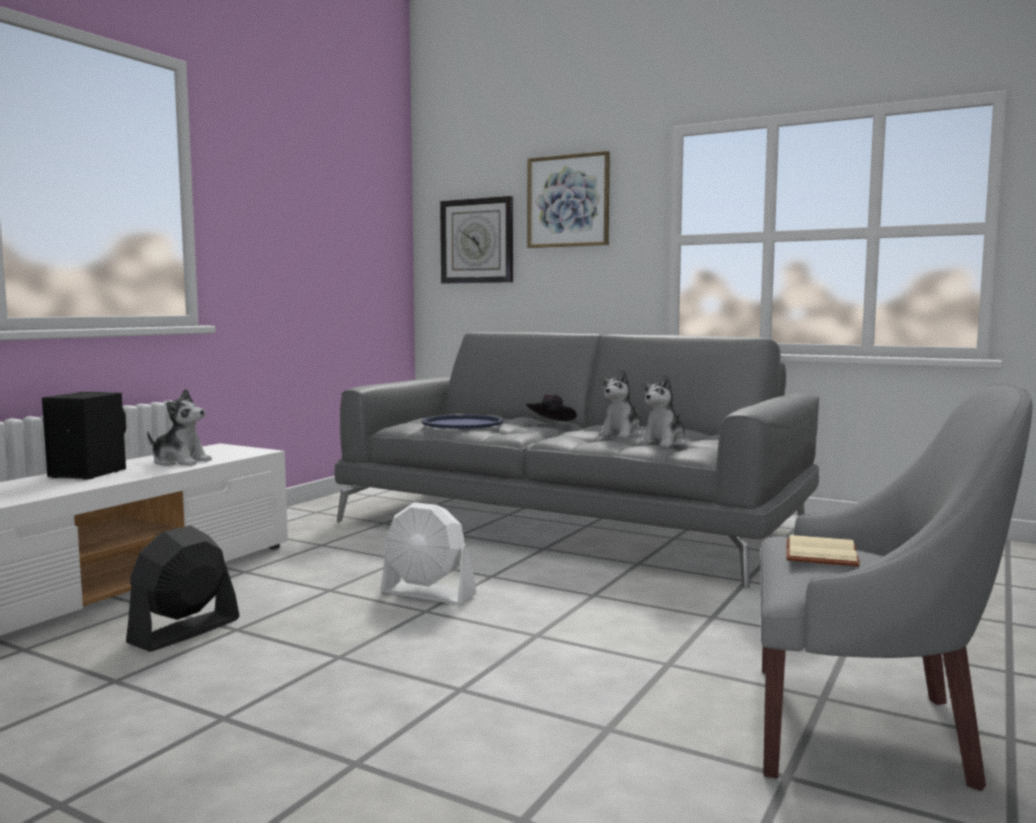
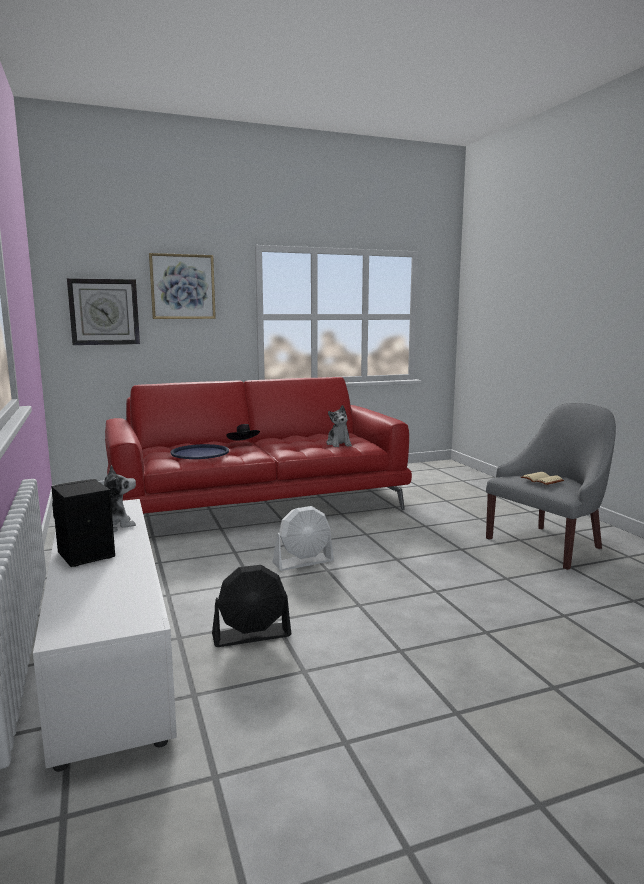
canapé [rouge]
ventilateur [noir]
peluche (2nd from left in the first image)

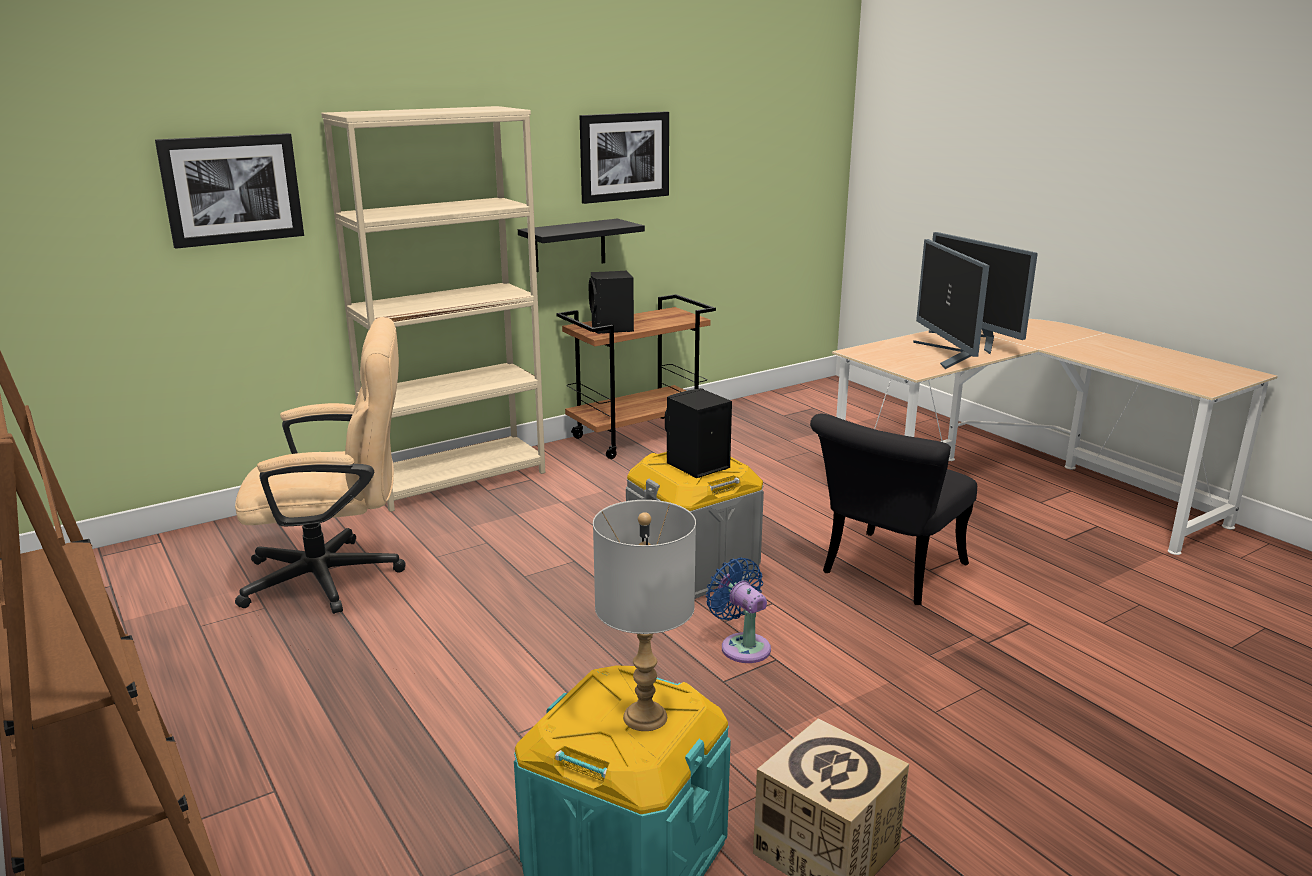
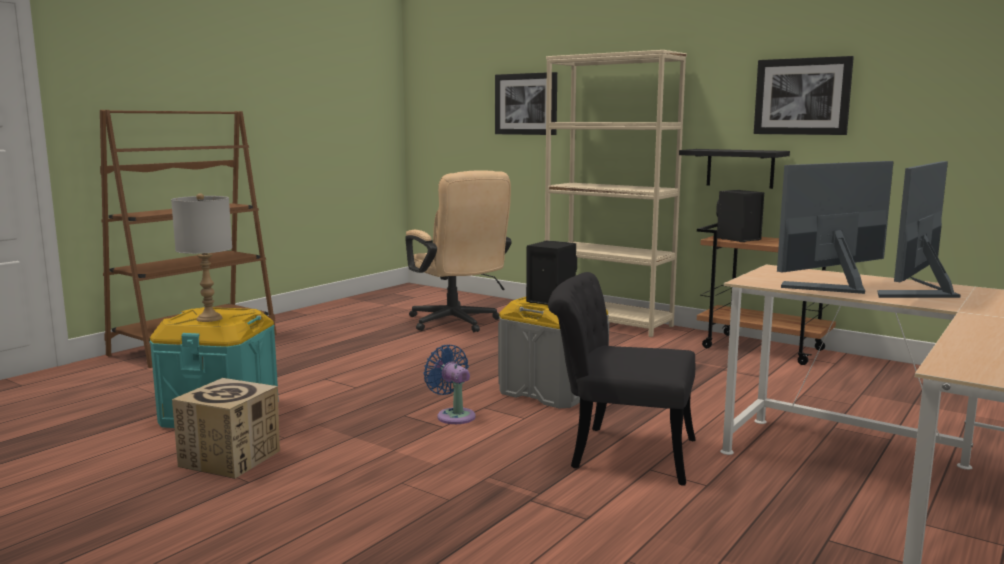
ventilateur [bleu]

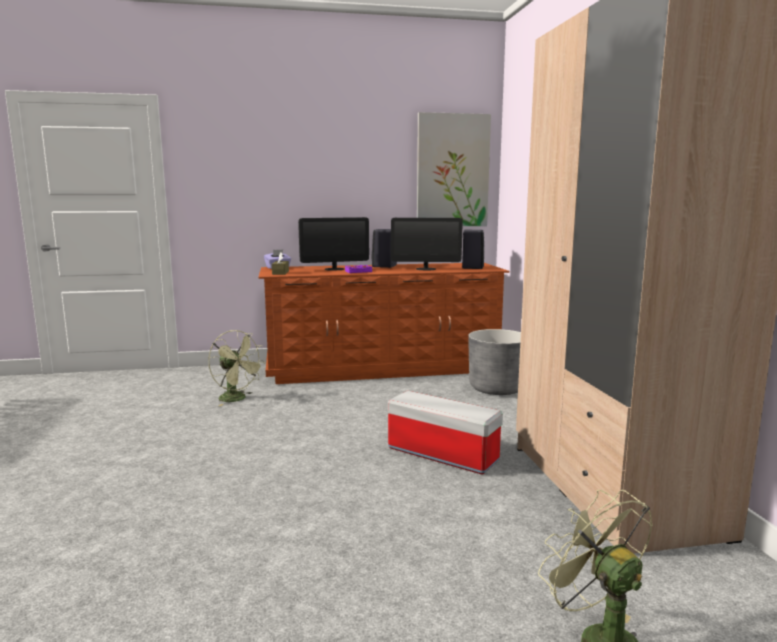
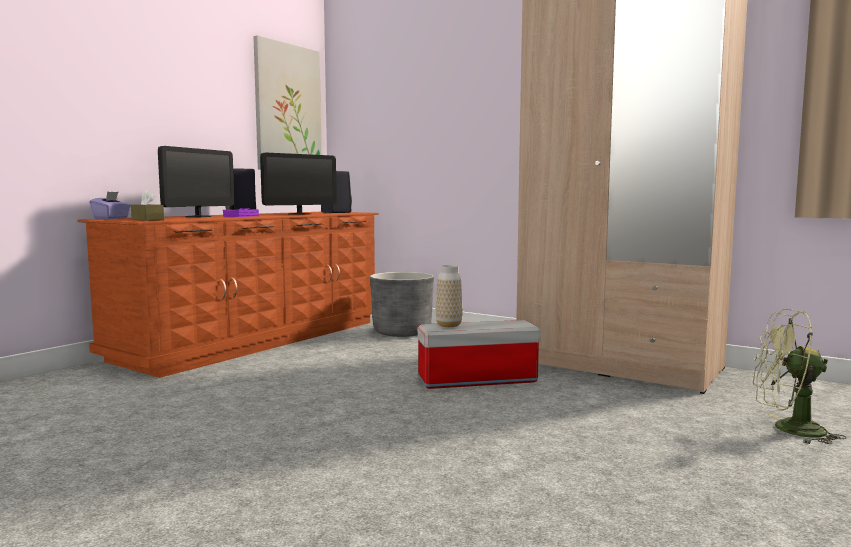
vase
ventilateur [vert] (1st from left in the first image)

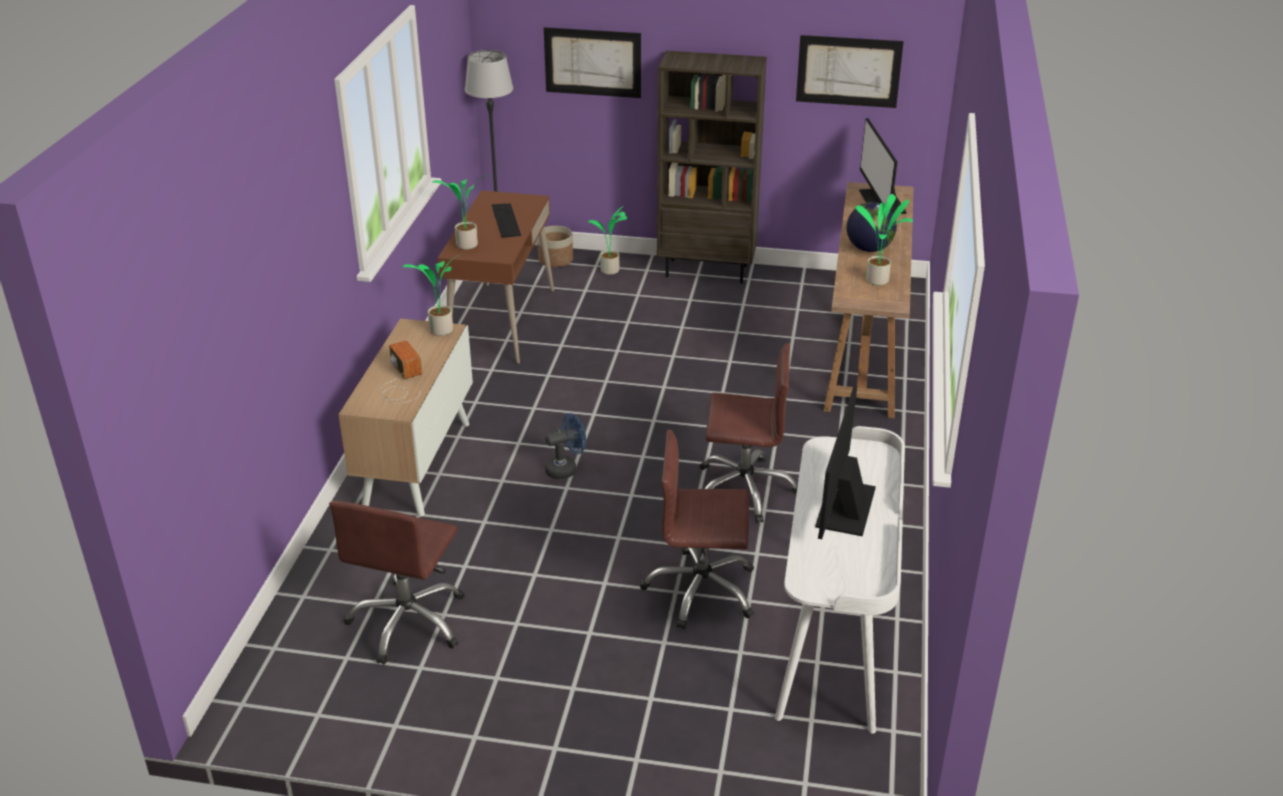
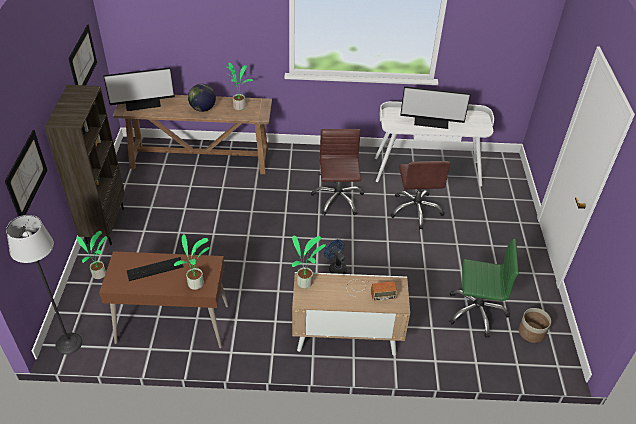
radio
chaise de bureau [vert]
cache-pot

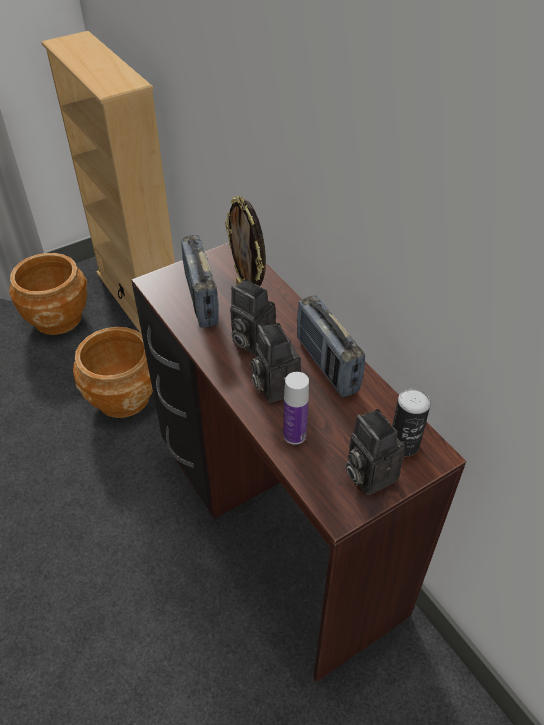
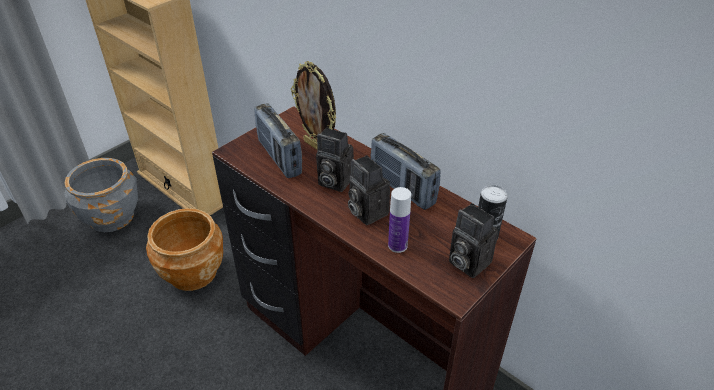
cache-pot [gris]

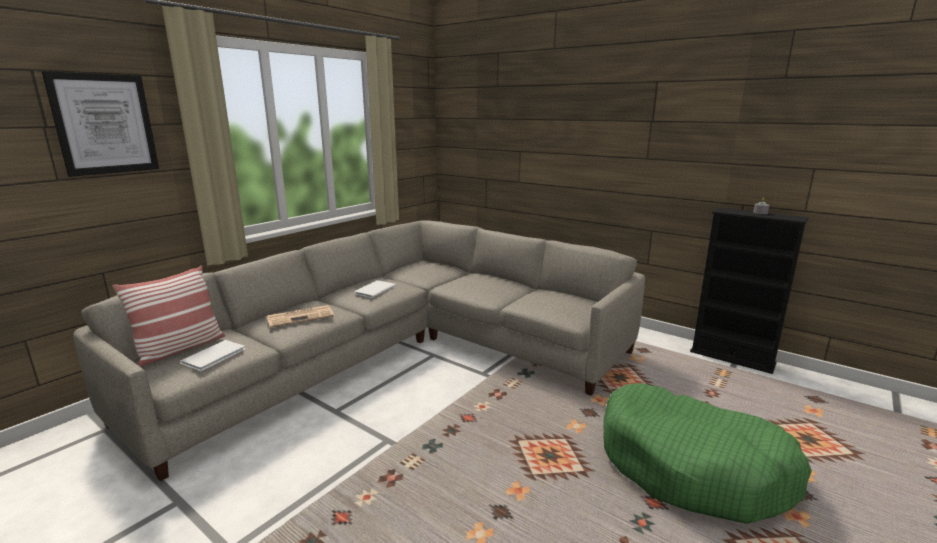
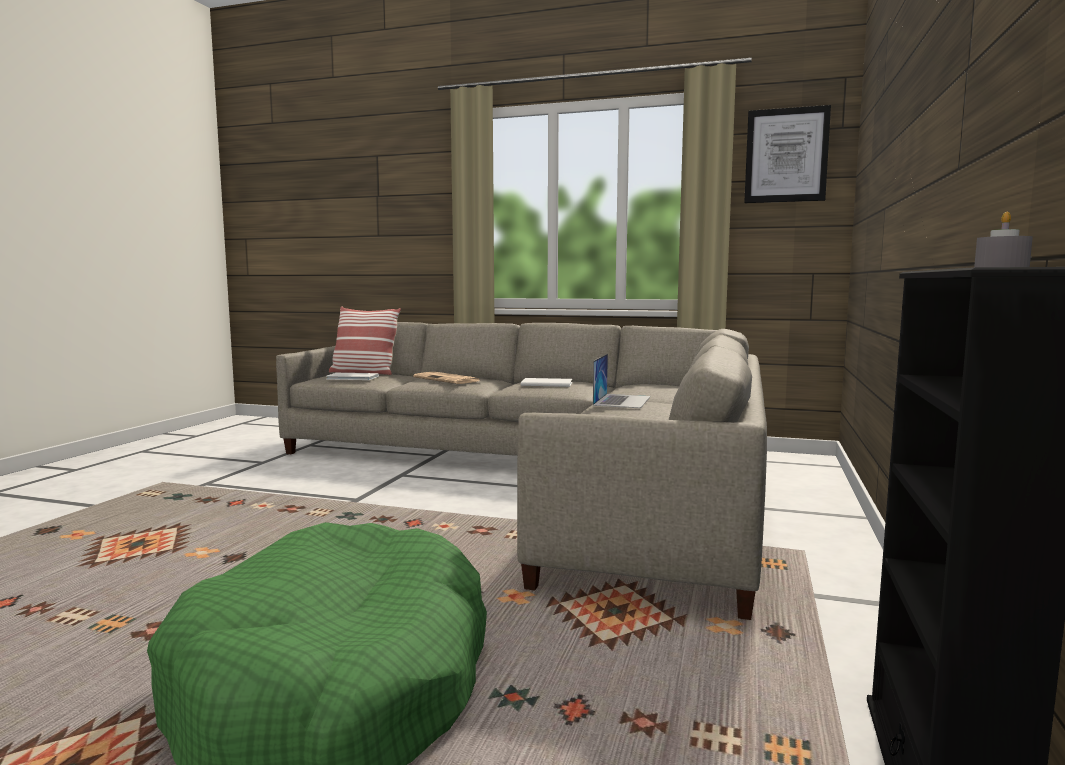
ordinateur portable
tableau

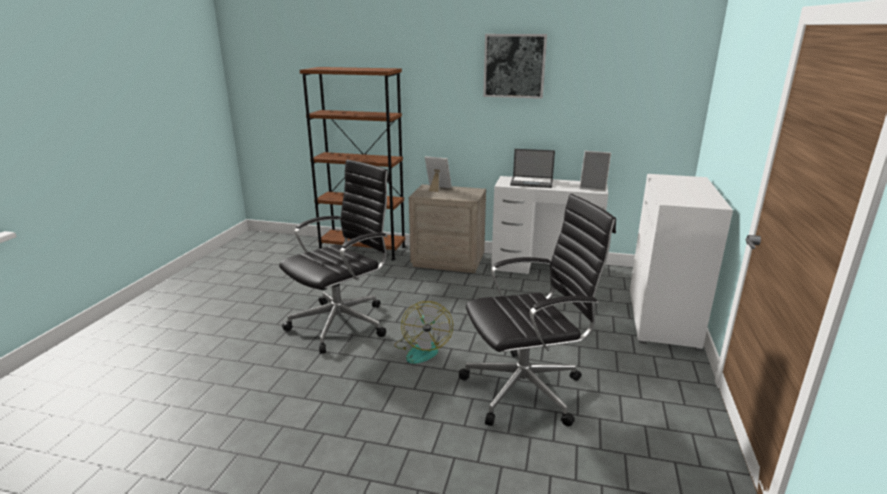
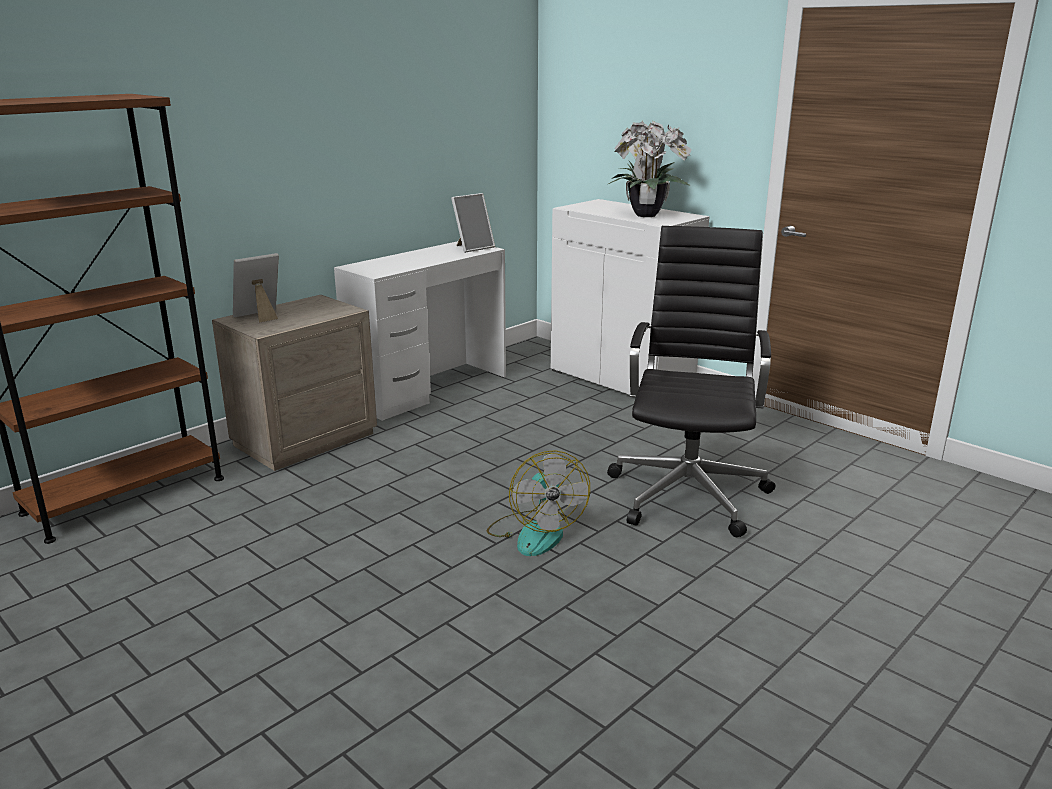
ventilateur
plante en pot
chaise de bureau [noir] (1st from left in the first image)
tableau
ordinateur portable

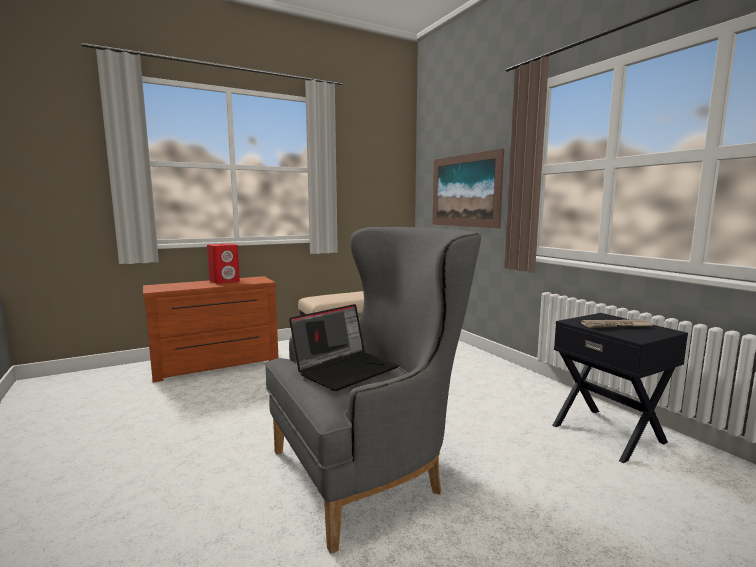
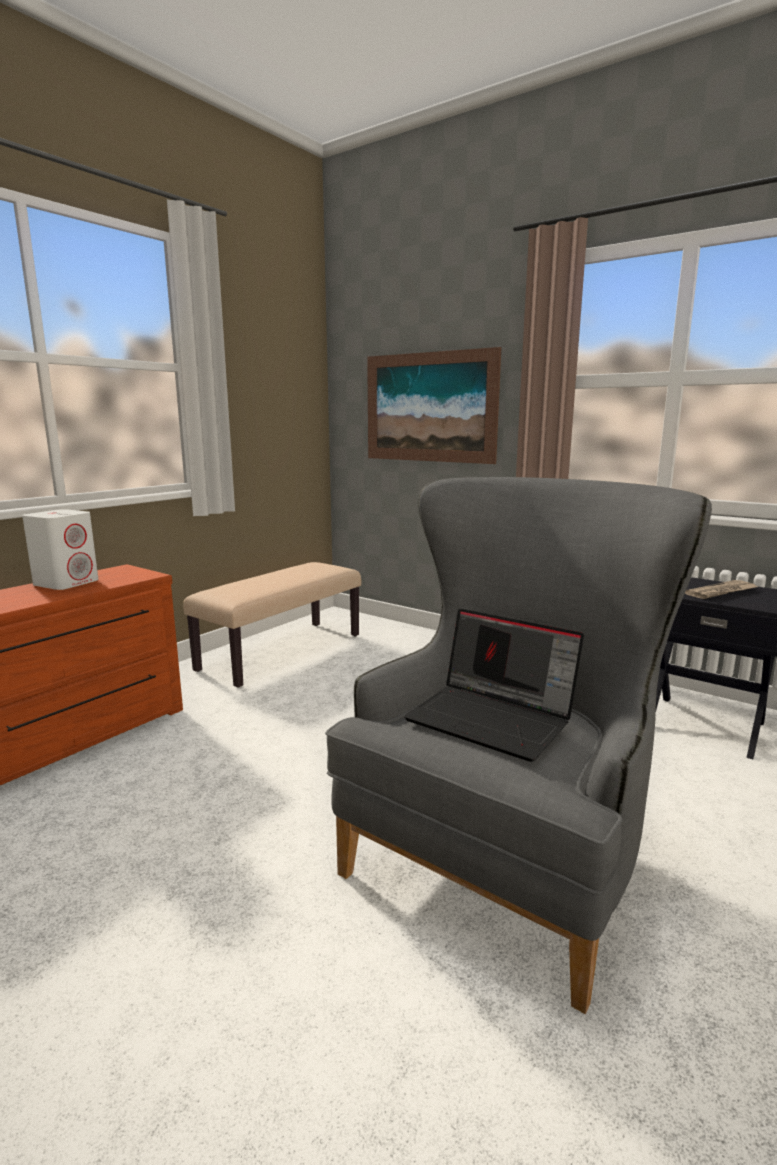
enceinte [blanc]
ordinateur portable

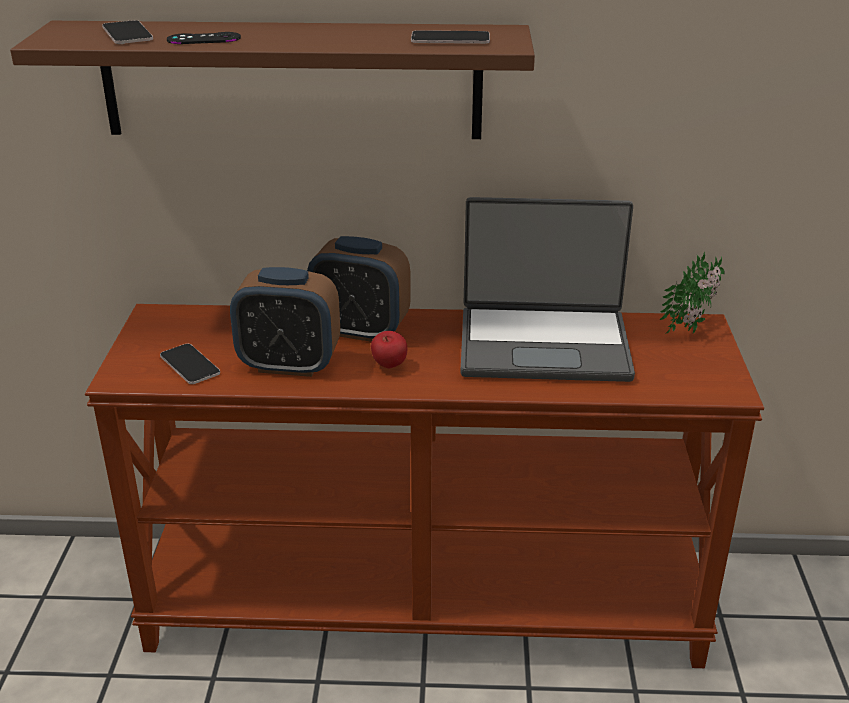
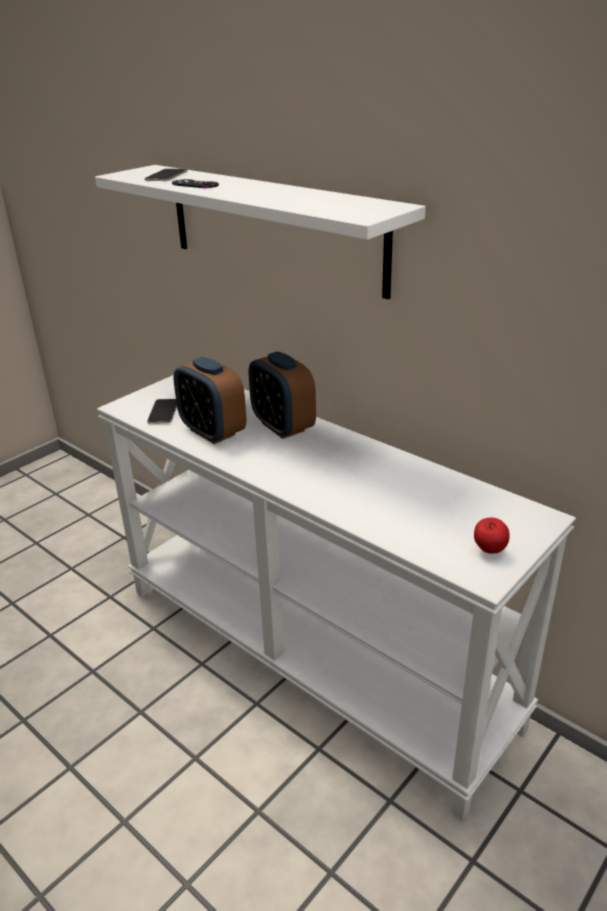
étagère [blanc]
table console [blanc]
pomme
téléphone (3rd from left in the first image)
ordinateur portable
plante en pot

